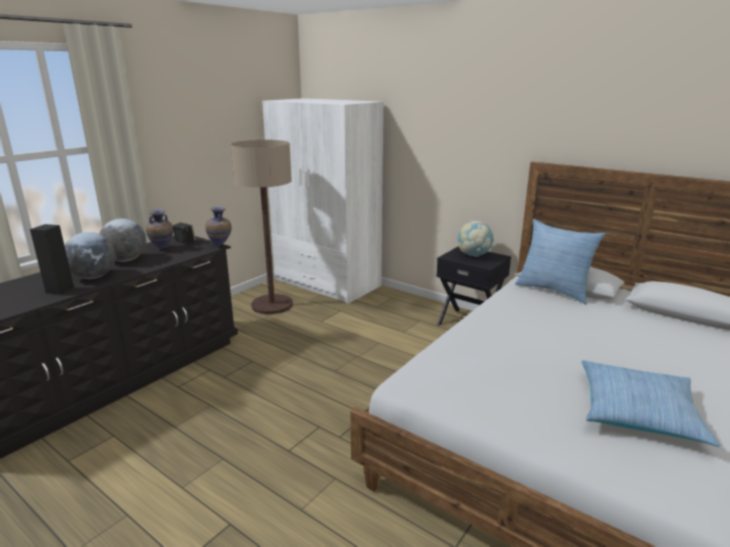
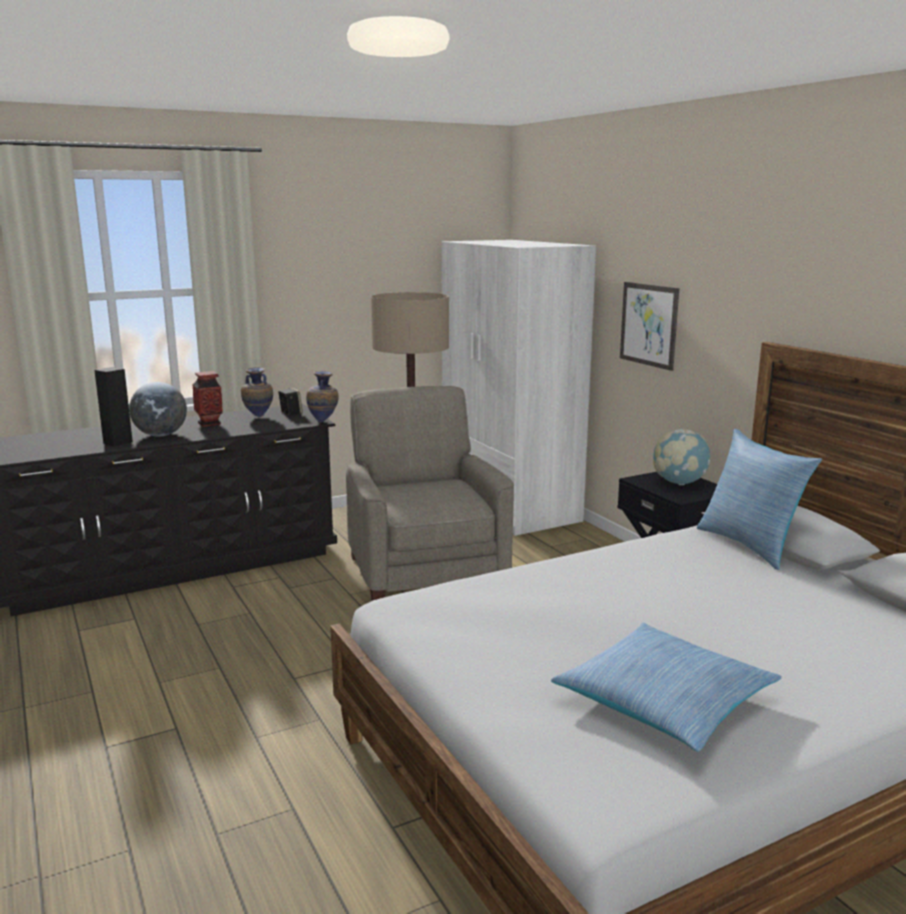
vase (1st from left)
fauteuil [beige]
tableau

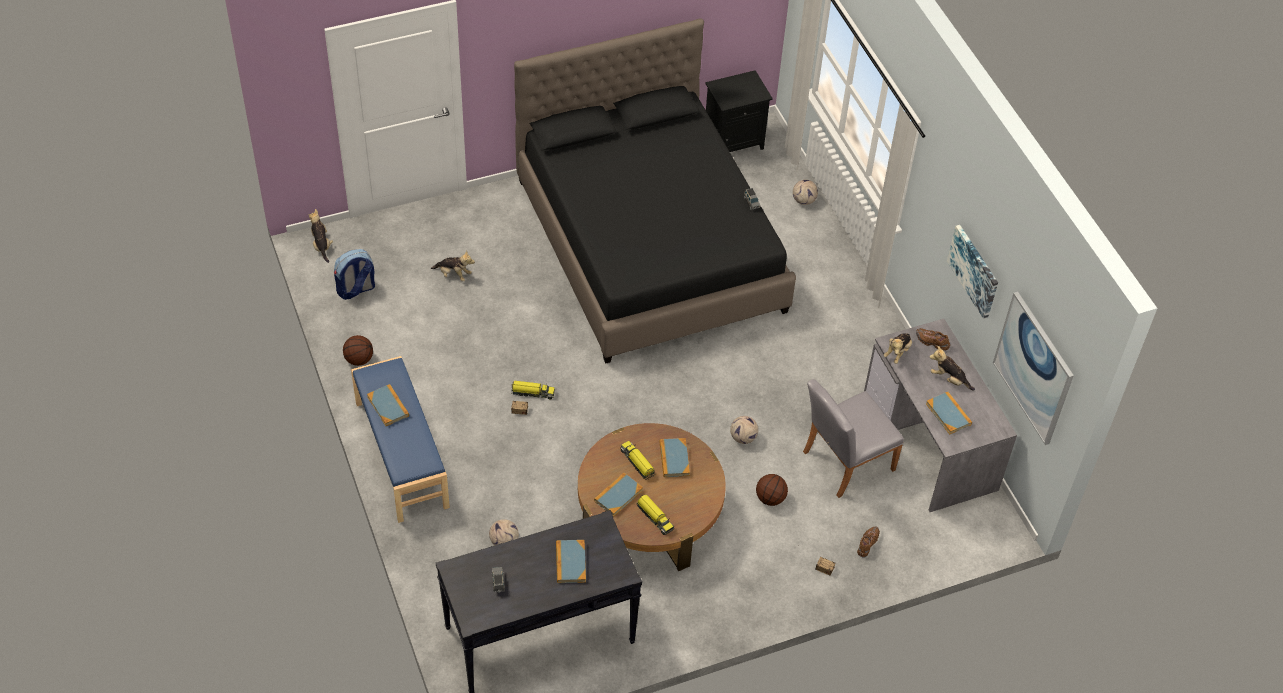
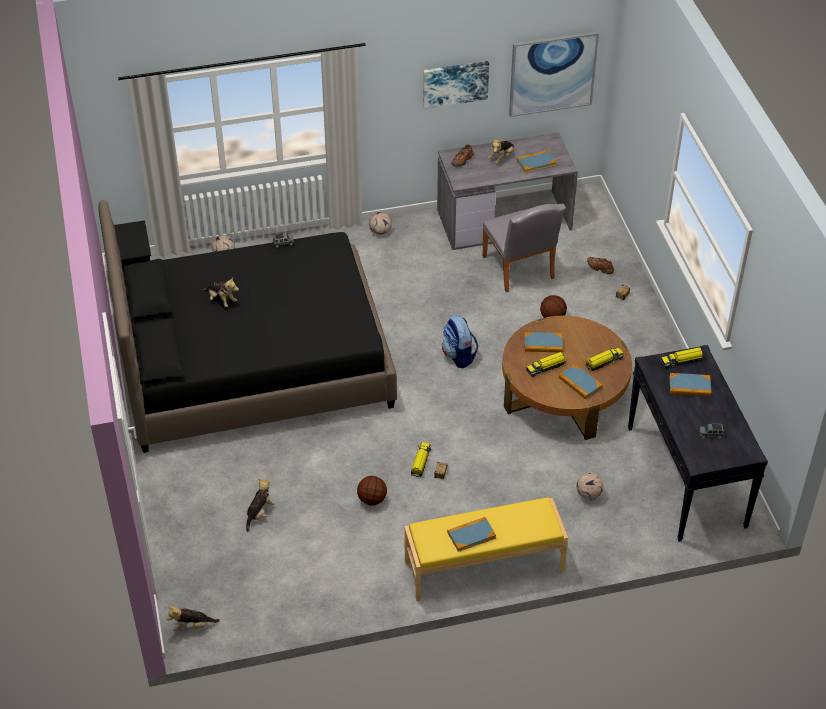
peluche (2nd from left)
ballon de basket (1st from left)
ballon de foot (2nd from left)
banc [jaune]
sac à dos
camion jouet (4th from left)

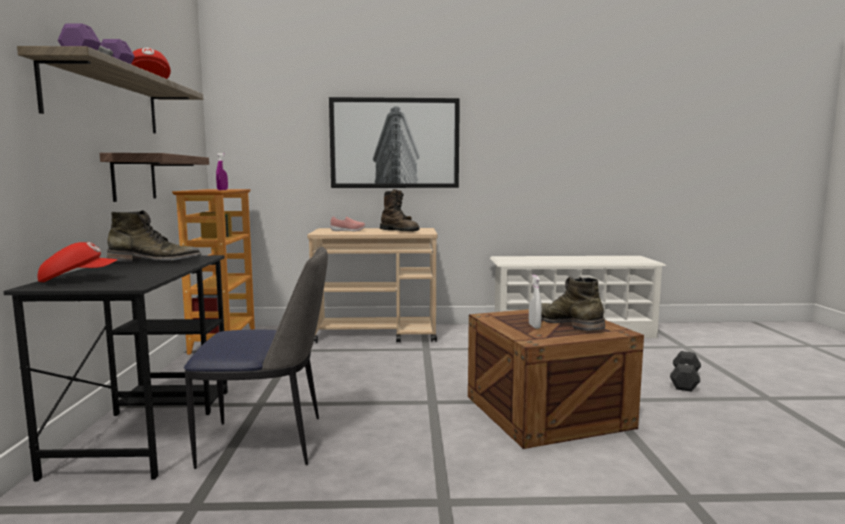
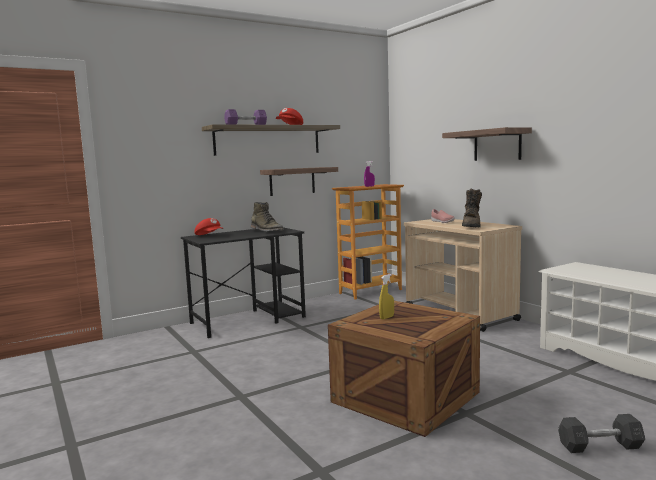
vaporisateur [jaune]
étagère (3rd from left)
chaise
botte [vert] (2nd from left in the first image)

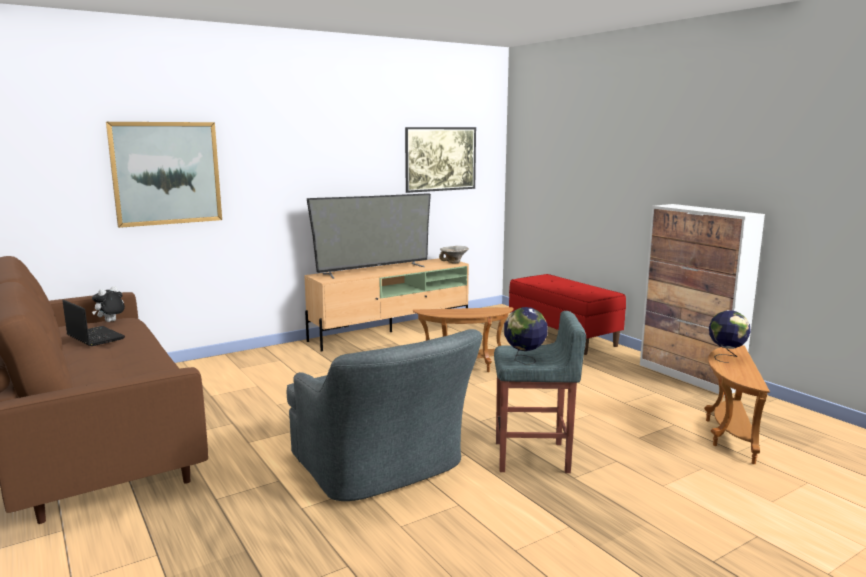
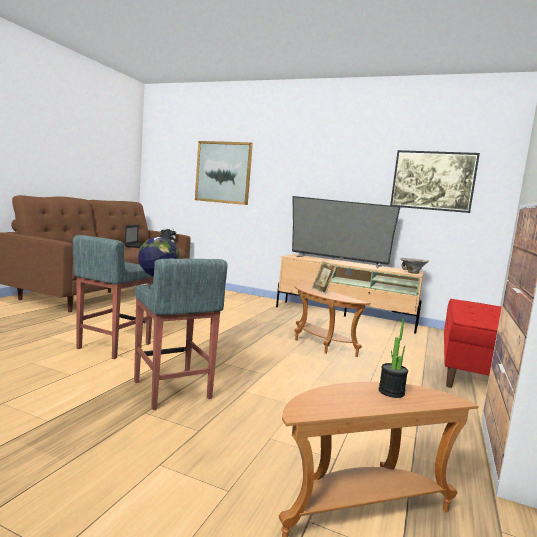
tabouret [gris] (1st from left)
cadre photo
plante en pot

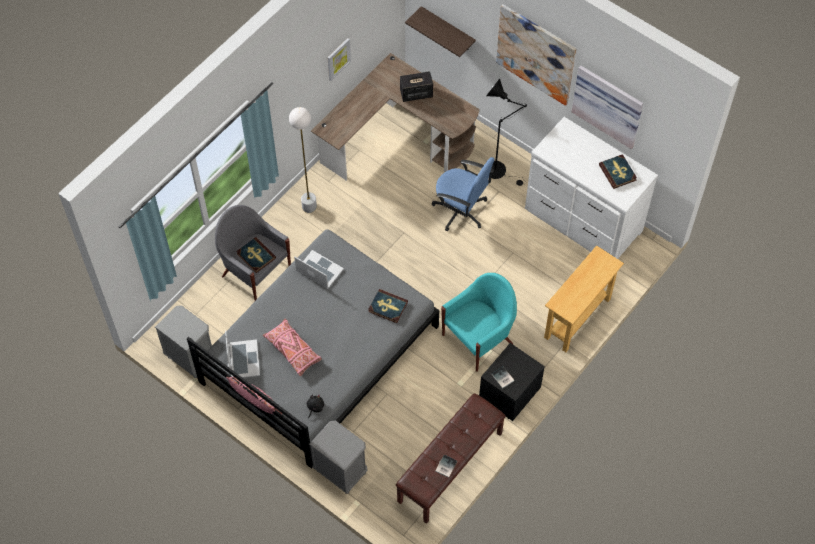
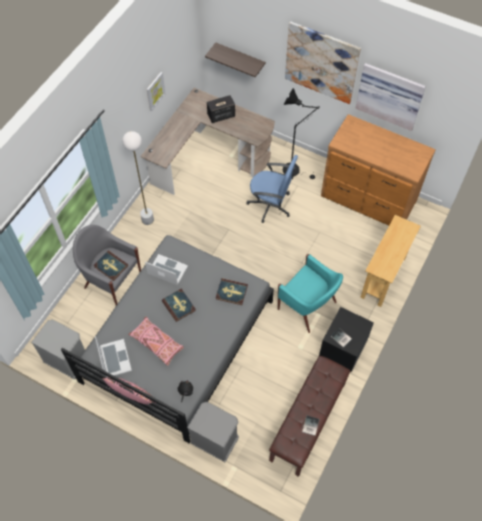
livre (2nd from left)
fauteuil [turquoise]
commode [marron]

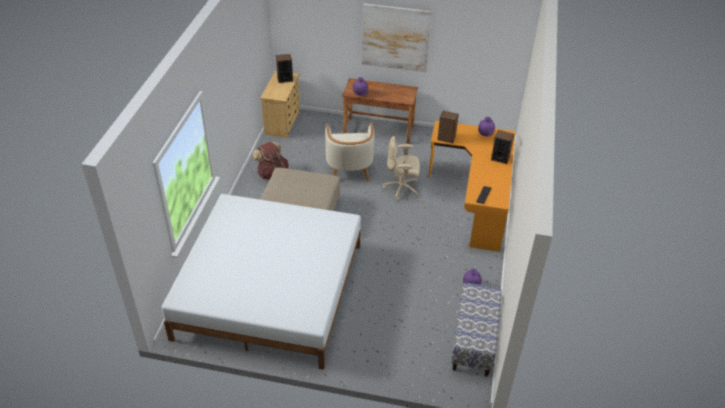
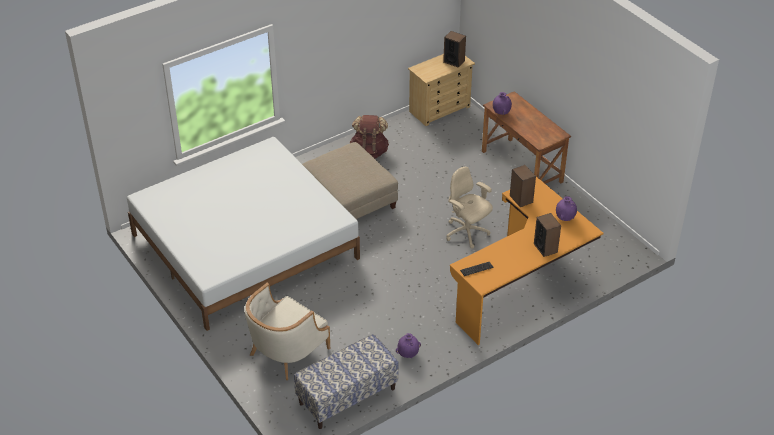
fauteuil [beige]
tableau

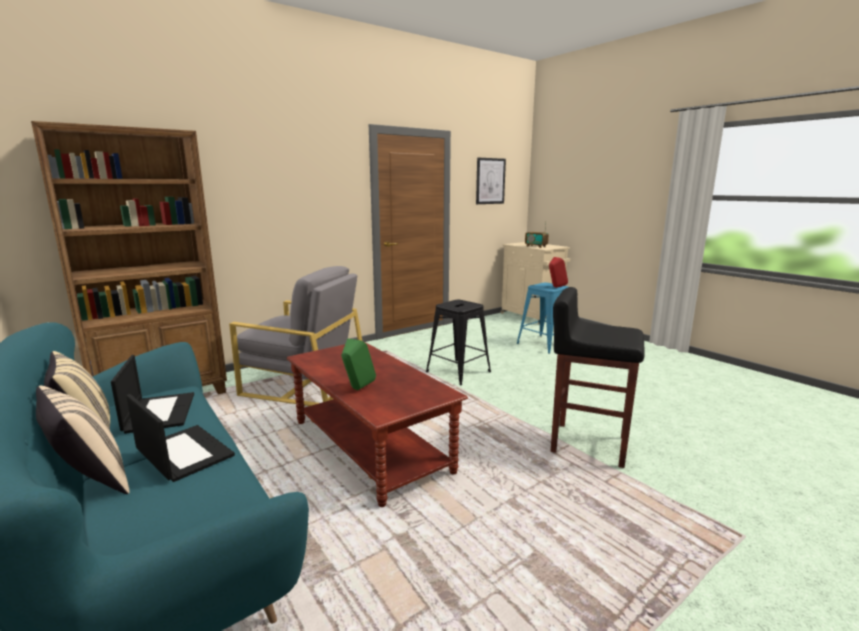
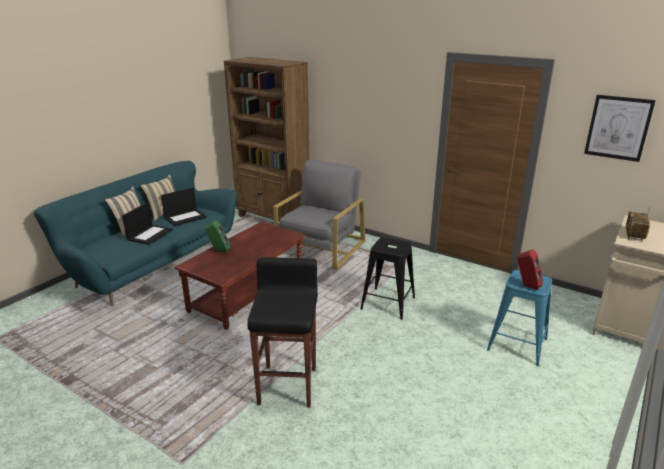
fauteuil [gris]

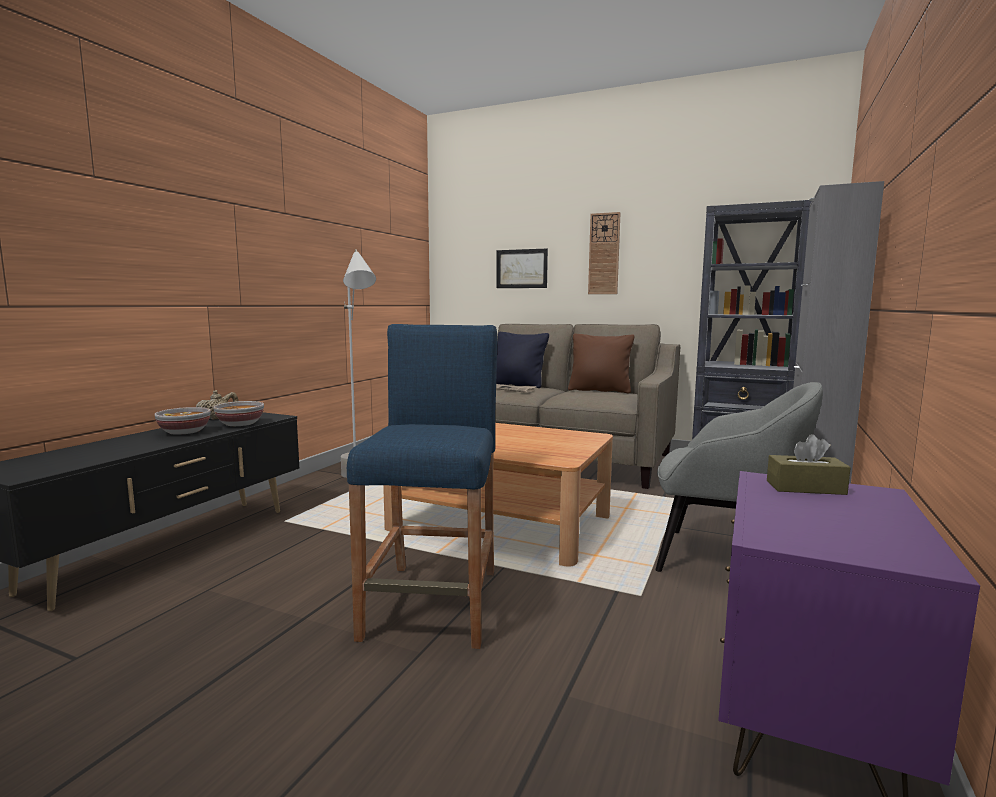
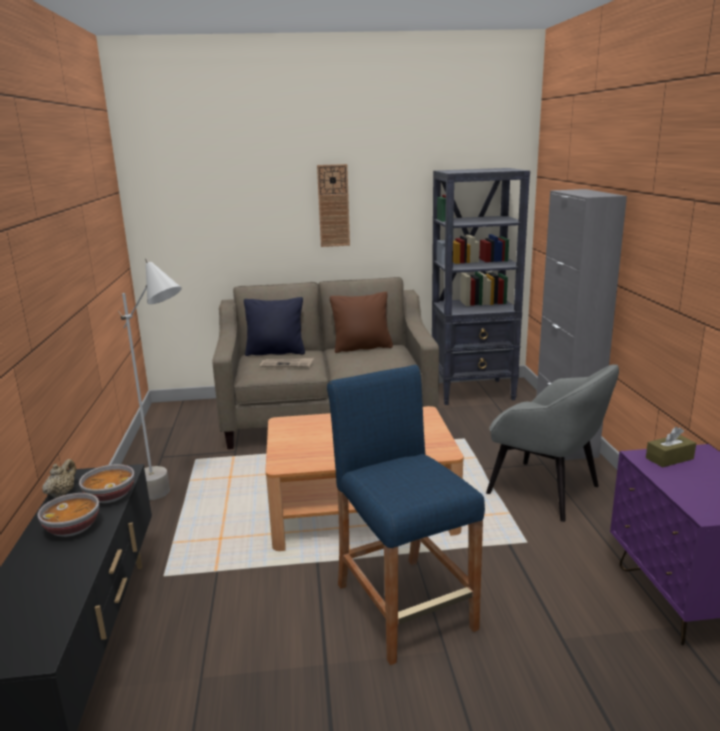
fauteuil [gris]
tableau

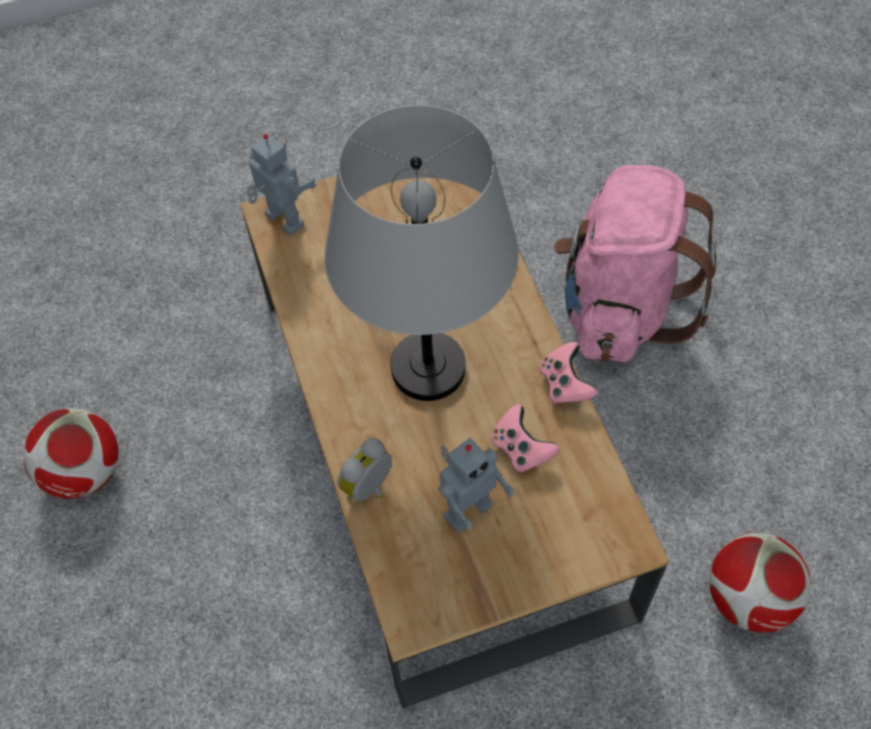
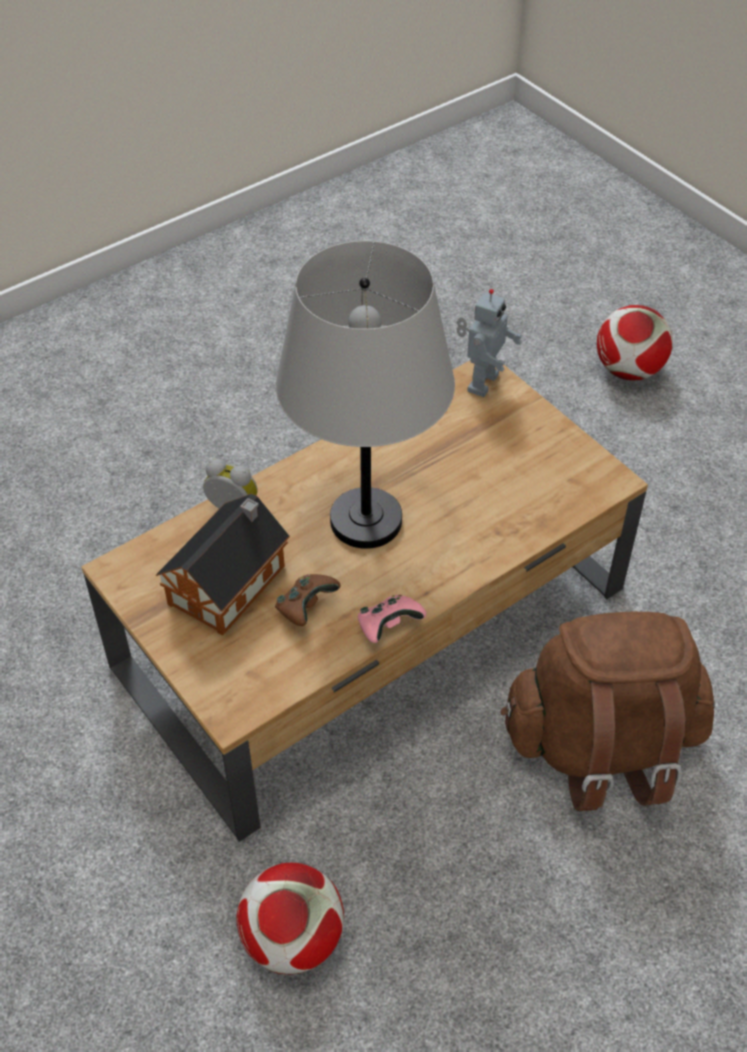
maison miniature
manette [marron]
sac à dos [marron]
ballon de foot (2nd from left)

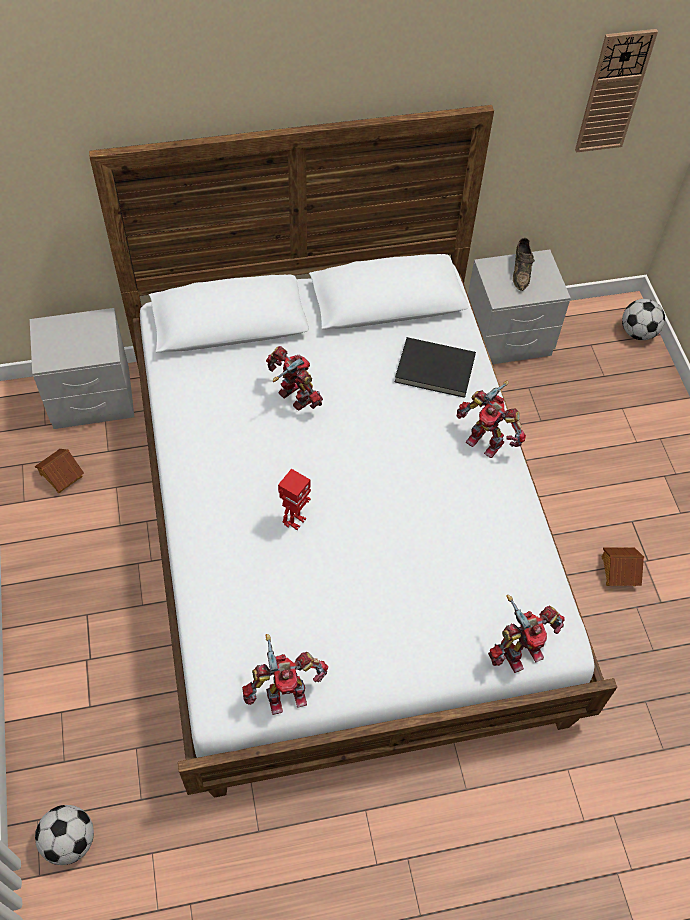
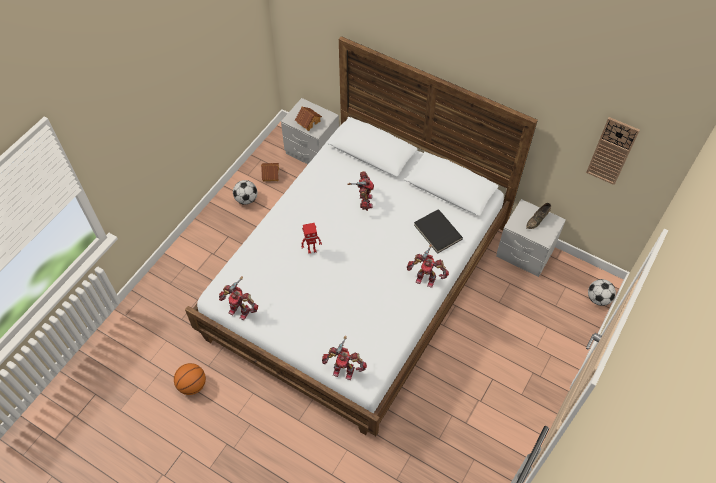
ballon de basket
ballon de foot (1st from left)
maison miniature (2nd from left)
robot jouet (5th from left)

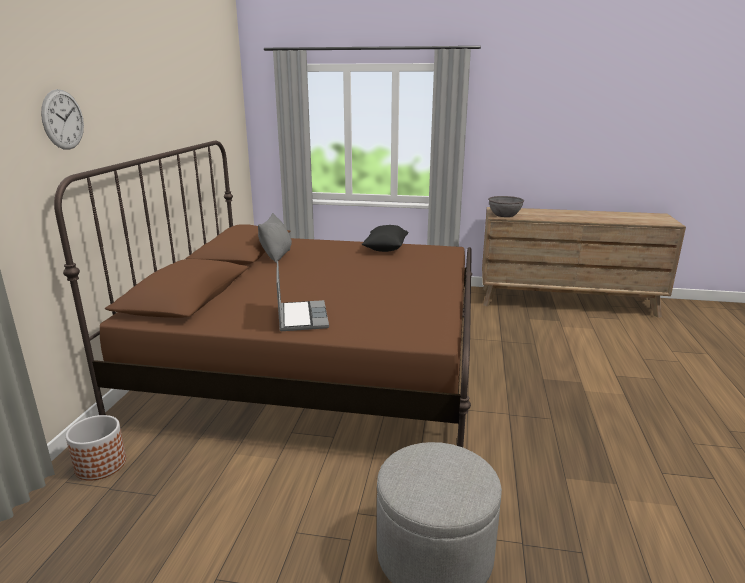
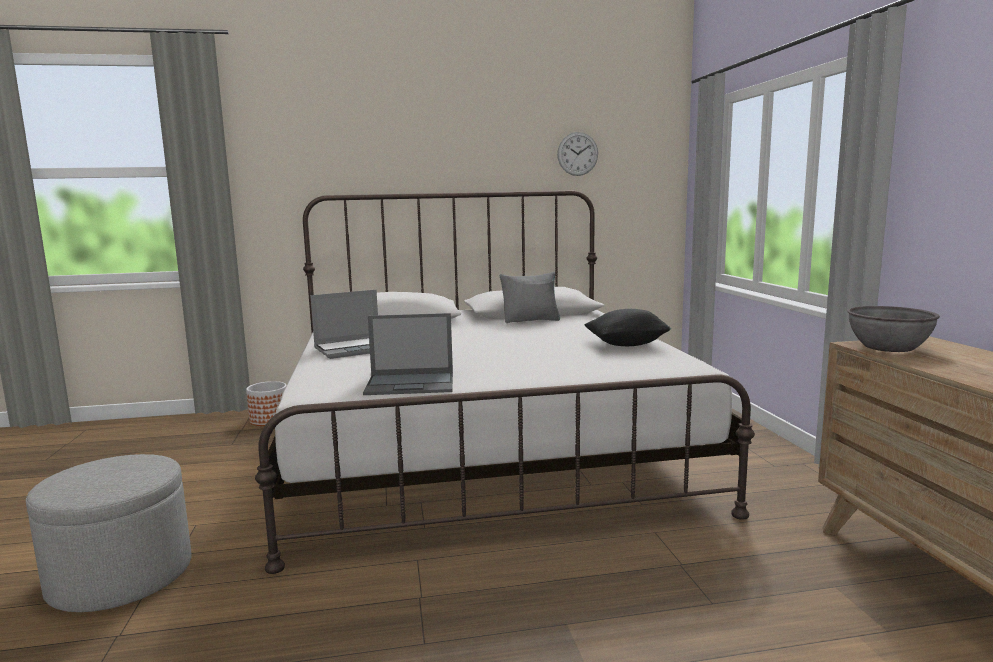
lit [blanc]
ordinateur portable (2nd from left)
horloge murale

